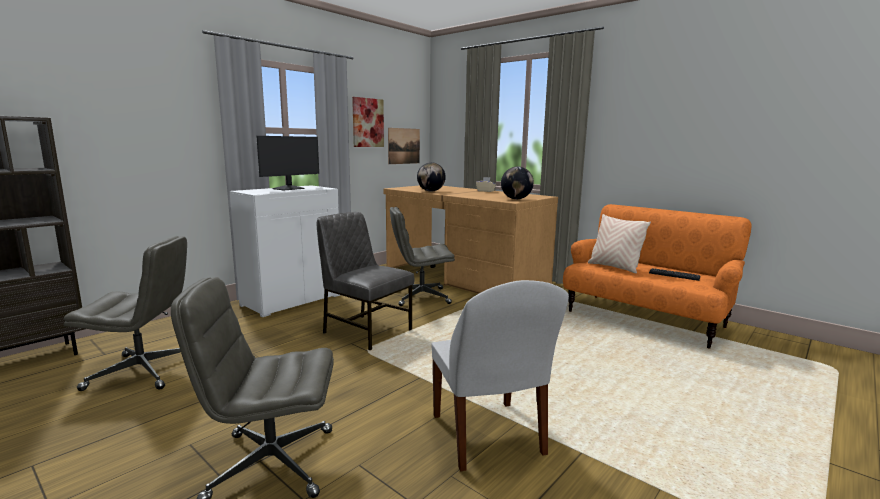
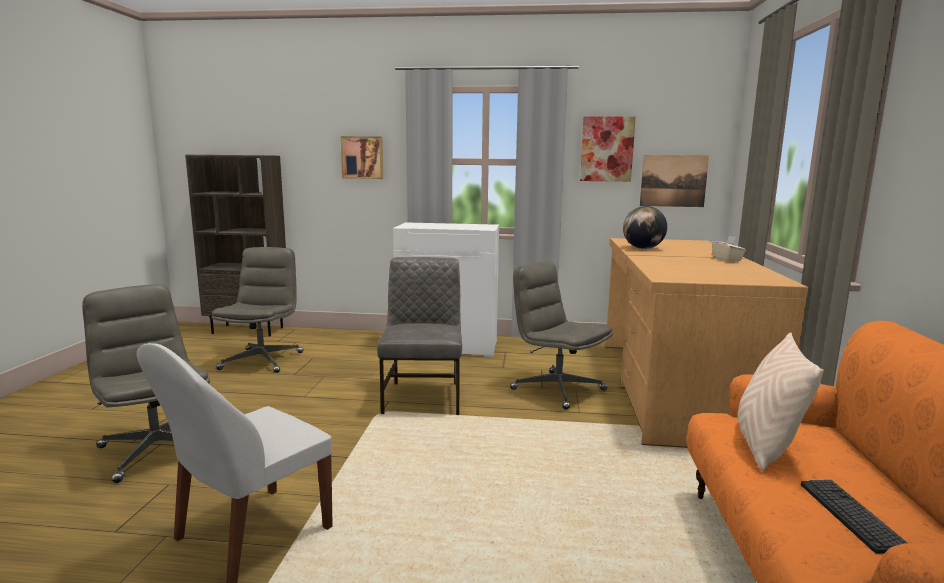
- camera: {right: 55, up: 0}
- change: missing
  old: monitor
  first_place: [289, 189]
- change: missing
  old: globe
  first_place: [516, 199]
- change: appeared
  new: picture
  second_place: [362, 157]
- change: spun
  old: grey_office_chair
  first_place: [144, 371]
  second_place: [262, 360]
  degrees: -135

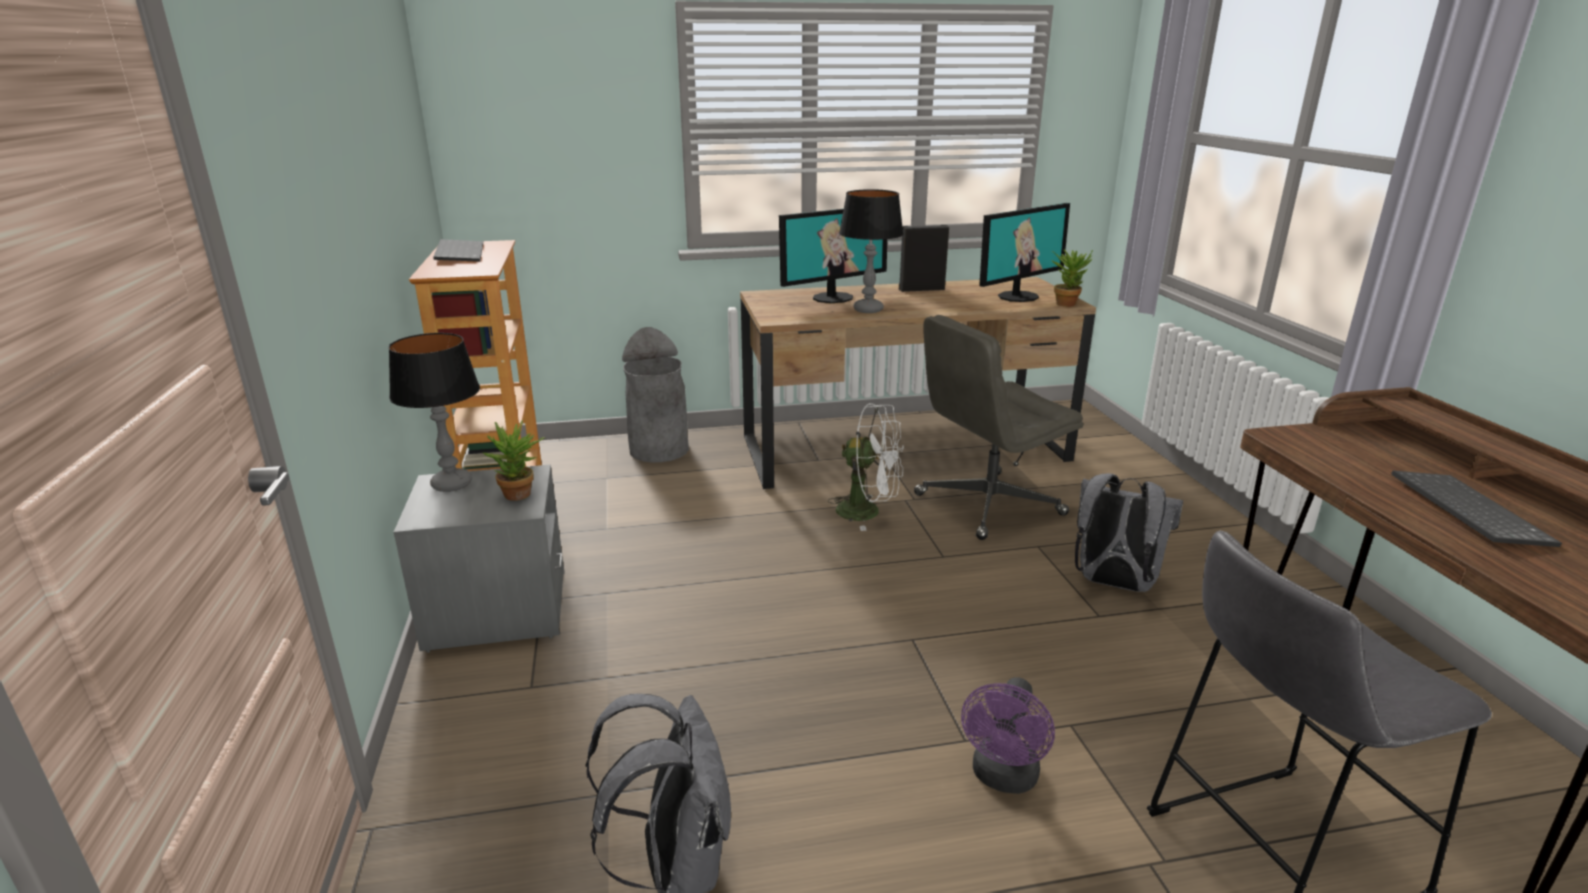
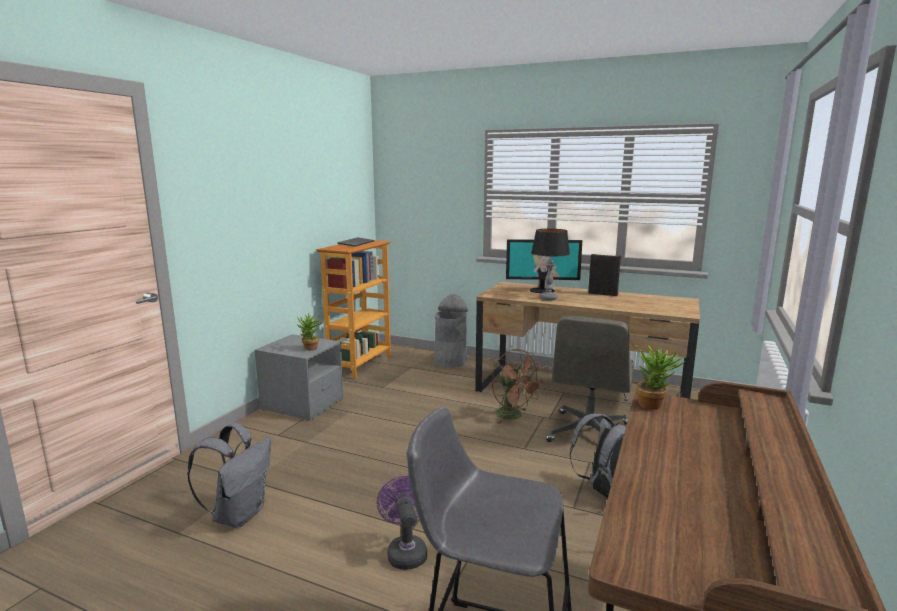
- camera: {right: 35, up: -10}
- change: missing
  old: table_lamp
  first_place: [452, 484]
- change: missing
  old: monitor
  first_place: [1017, 296]
- change: missing
  old: keyboard
  first_place: [1464, 510]
- change: relocated
  old: potted_plant
  first_place: [1067, 303]
  second_place: [653, 404]
- change: colour
  old: white_fan
  new: brown_fan
  first_place: [868, 512]
  second_place: [514, 416]
- change: spun
  old: grey_office_chair
  first_place: [987, 505]
  second_place: [589, 433]
  degrees: -75
- change: spun
  old: purple_fan
  first_place: [1003, 778]
  second_place: [405, 551]
  degrees: 105

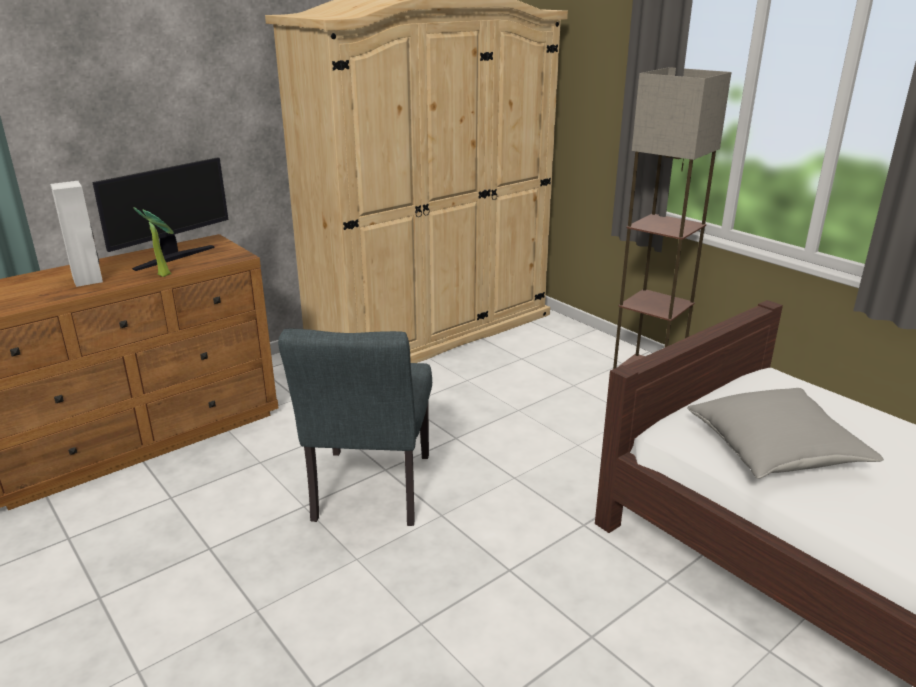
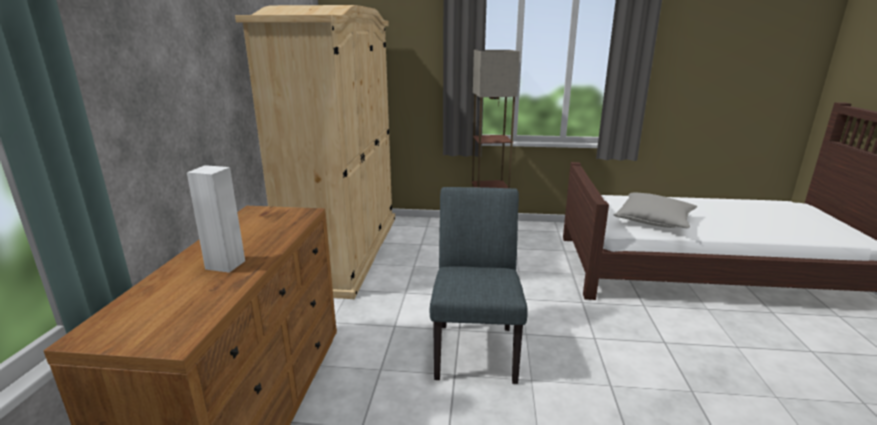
- camera: {right: -45, up: -5}
- change: missing
  old: monitor
  first_place: [173, 257]
- change: missing
  old: potted_plant
  first_place: [164, 274]
- change: spun
  old: grey_chair
  first_place: [369, 494]
  second_place: [475, 346]
  degrees: -135

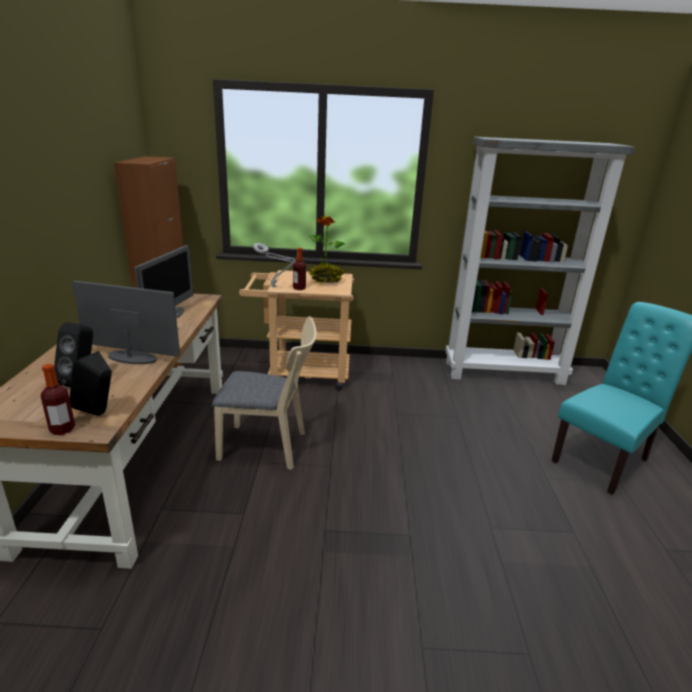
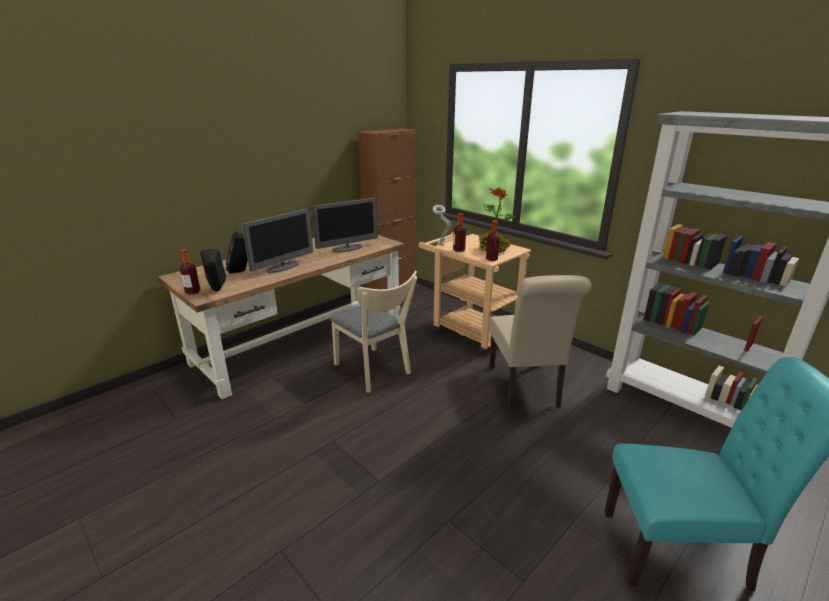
- camera: {right: 45, up: 0}
- change: appeared
  new: bottle
  second_place: [491, 259]
- change: appeared
  new: beige_chair
  second_place: [525, 389]
- change: spun
  old: monitor
  first_place: [132, 358]
  second_place: [283, 267]
  degrees: 75

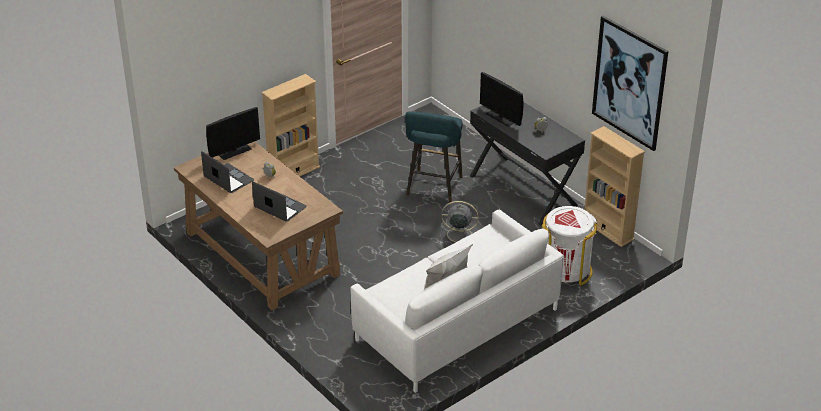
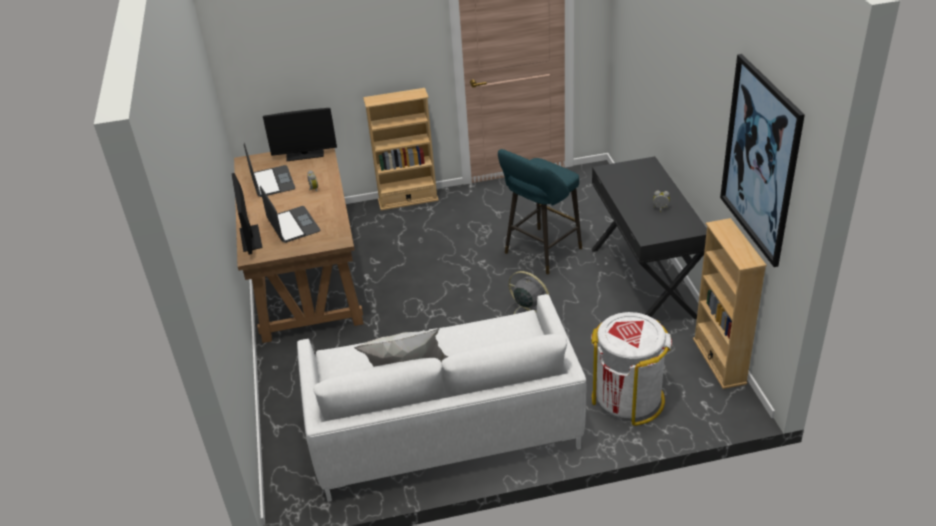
- camera: {right: 30, up: 0}
- change: relocated
  old: monitor
  first_place: [501, 117]
  second_place: [250, 238]

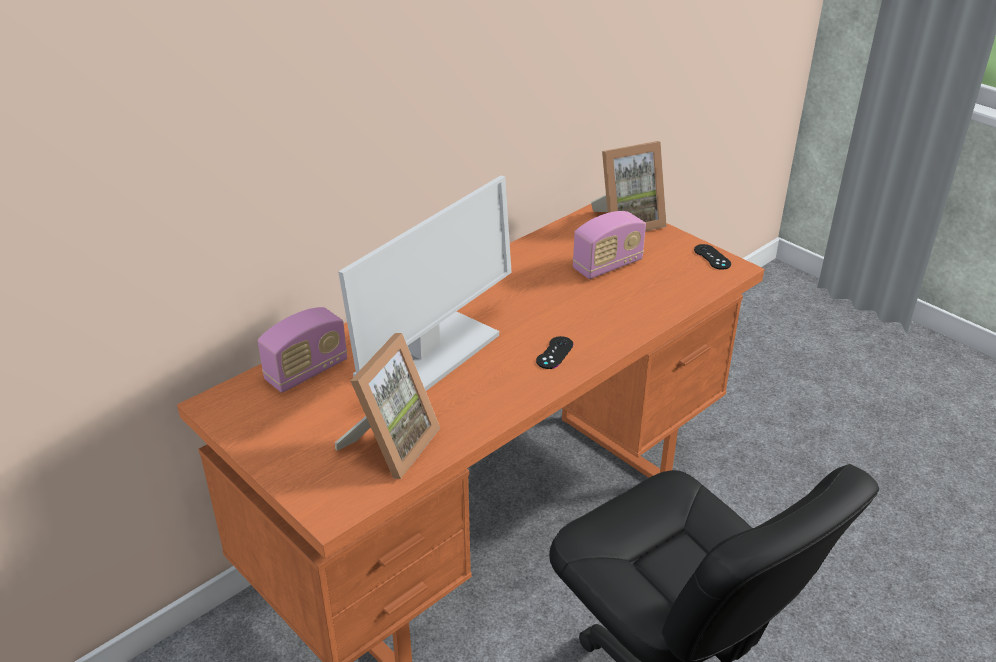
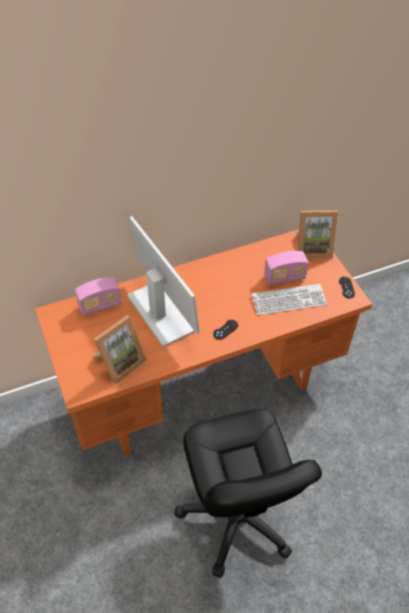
- camera: {right: 20, up: 15}
- change: appeared
  new: keyboard
  second_place: [289, 300]
- change: spun
  old: monitor
  first_place: [428, 357]
  second_place: [161, 314]
  degrees: -90

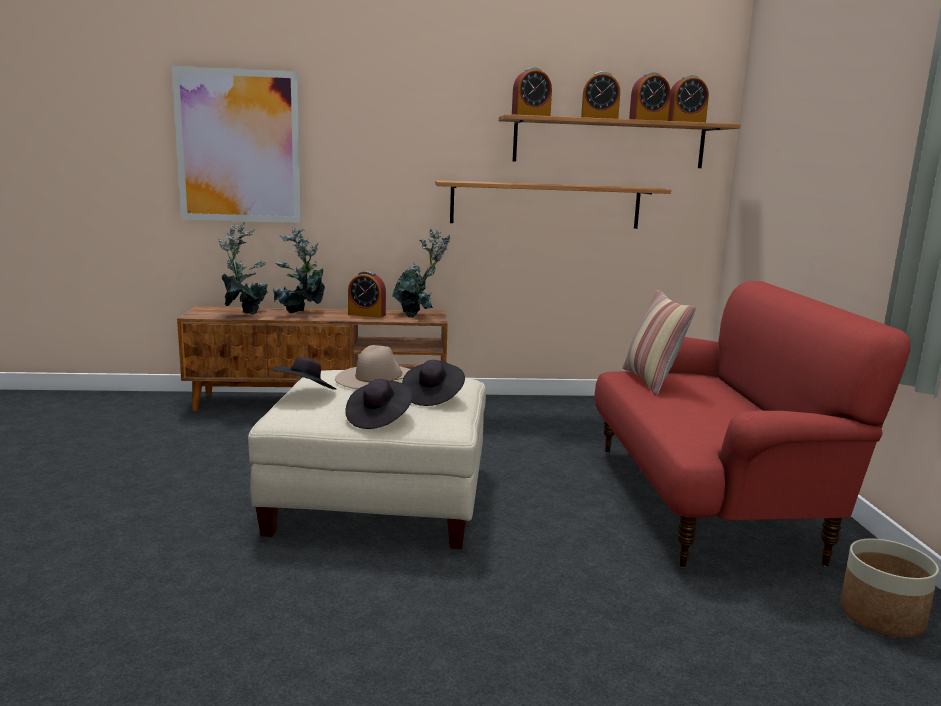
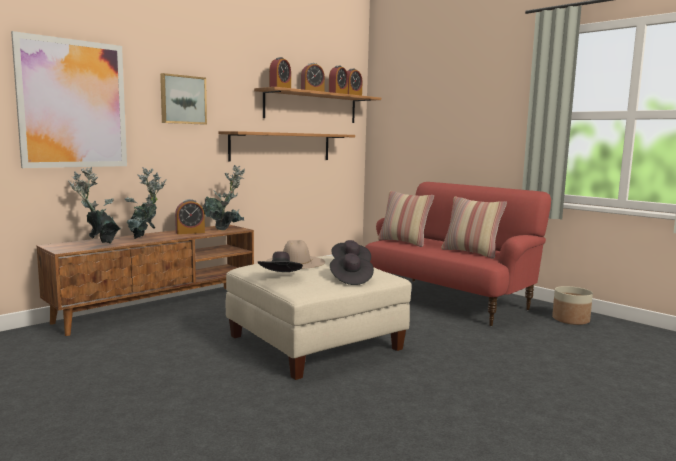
- camera: {right: -40, up: -5}
- change: appeared
  new: picture
  second_place: [182, 99]
- change: appeared
  new: pillow
  second_place: [471, 252]

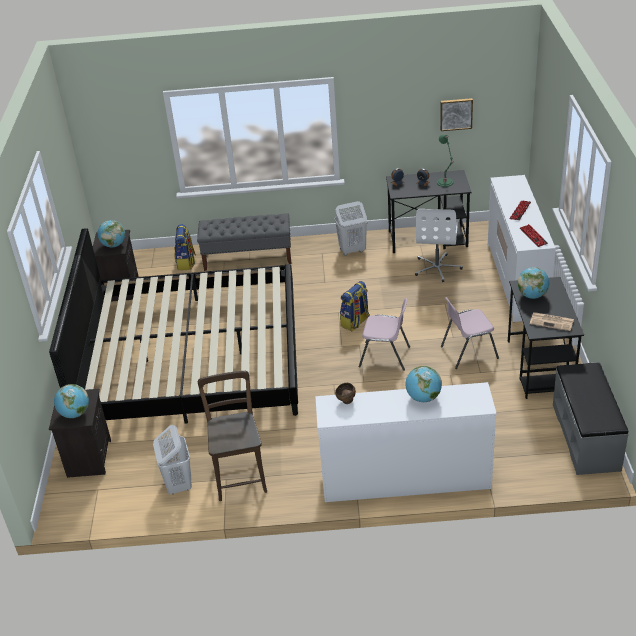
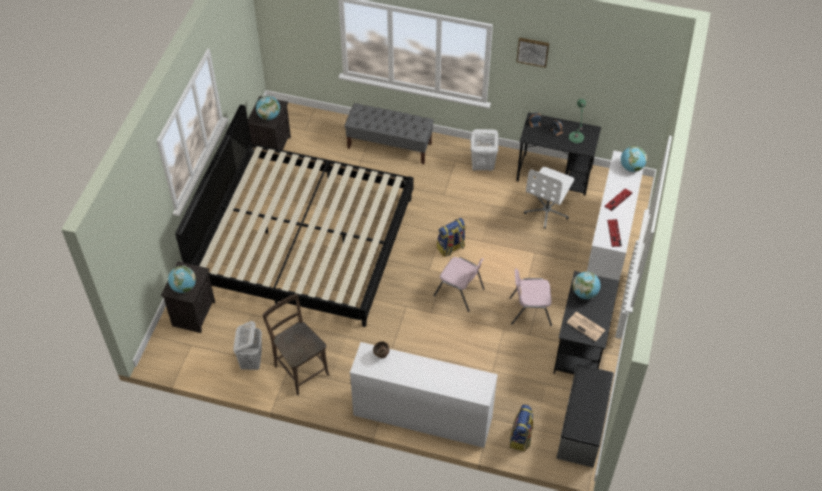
- camera: {right: 15, up: 15}
- change: relocated
  old: backpack
  first_place: [186, 263]
  second_place: [521, 438]
- change: relocated
  old: globe
  first_place: [423, 398]
  second_place: [631, 167]
- change: relocated
  old: picture
  first_place: [456, 114]
  second_place: [533, 51]
- change: spun
  old: brown_chair
  first_place: [239, 475]
  second_place: [300, 368]
  degrees: -45

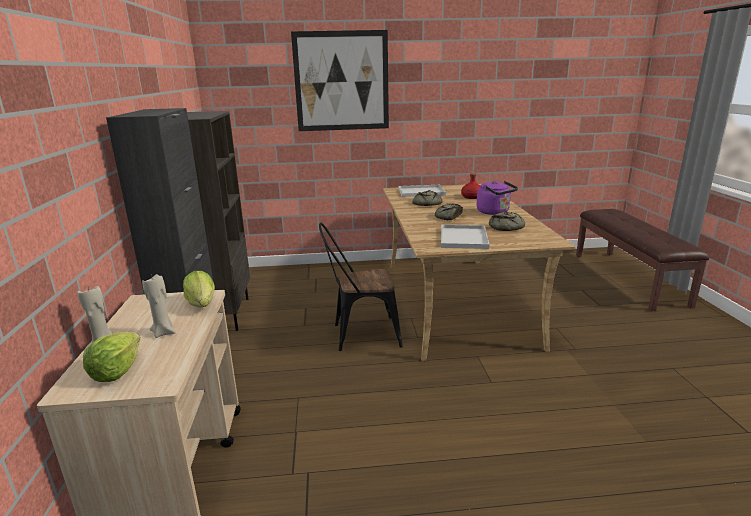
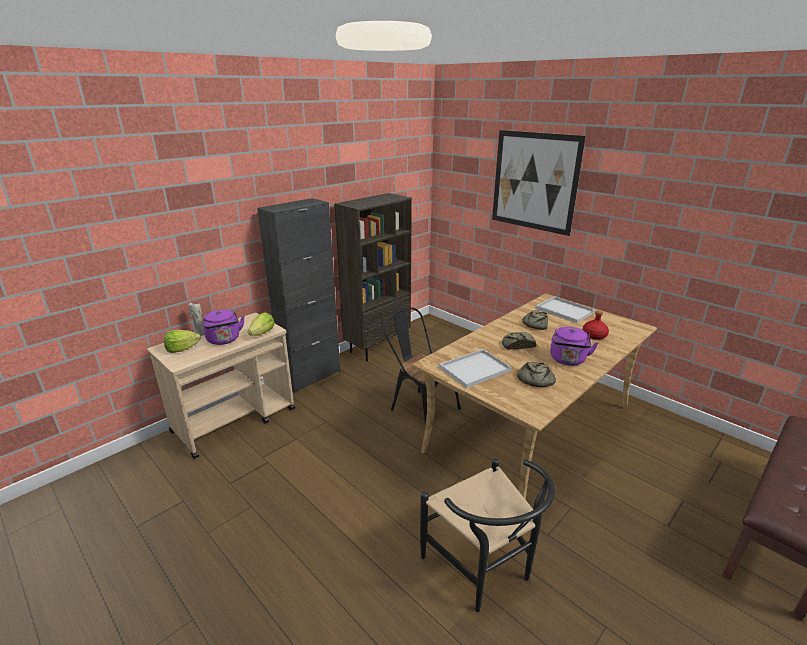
- camera: {right: 50, up: 5}
- change: appeared
  new: black_chair
  second_place: [483, 570]
- change: exchanged
  old: beige_candle
  new: purple_kettle
  first_place: [164, 332]
  second_place: [224, 340]

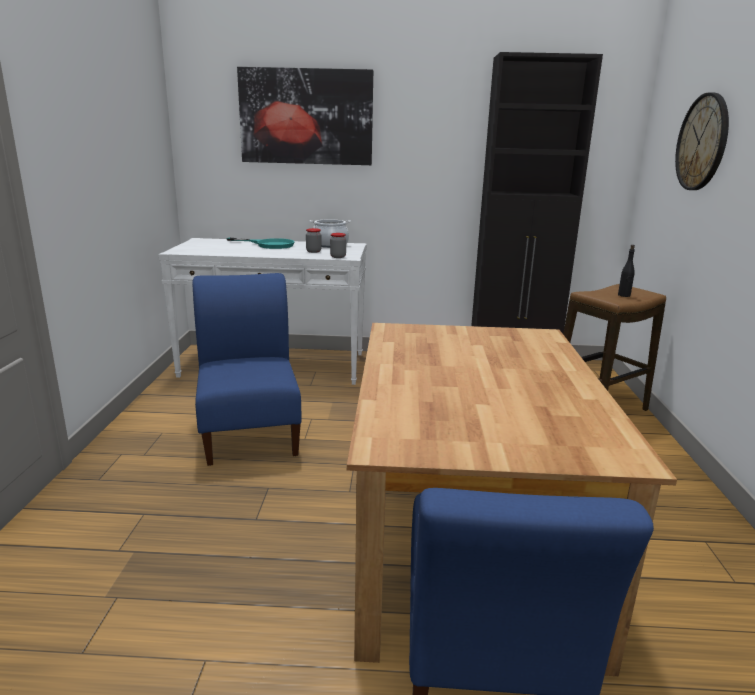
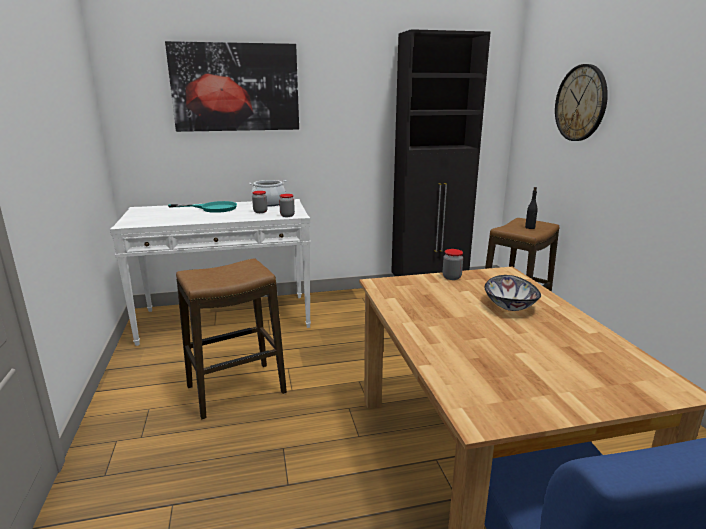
- camera: {right: -15, up: 0}
- change: appeared
  new: jar
  second_place: [451, 277]
- change: appeared
  new: bowl
  second_place: [509, 305]
- change: exchanged
  old: blue_chair
  new: stool
  first_place: [250, 430]
  second_place: [236, 390]

